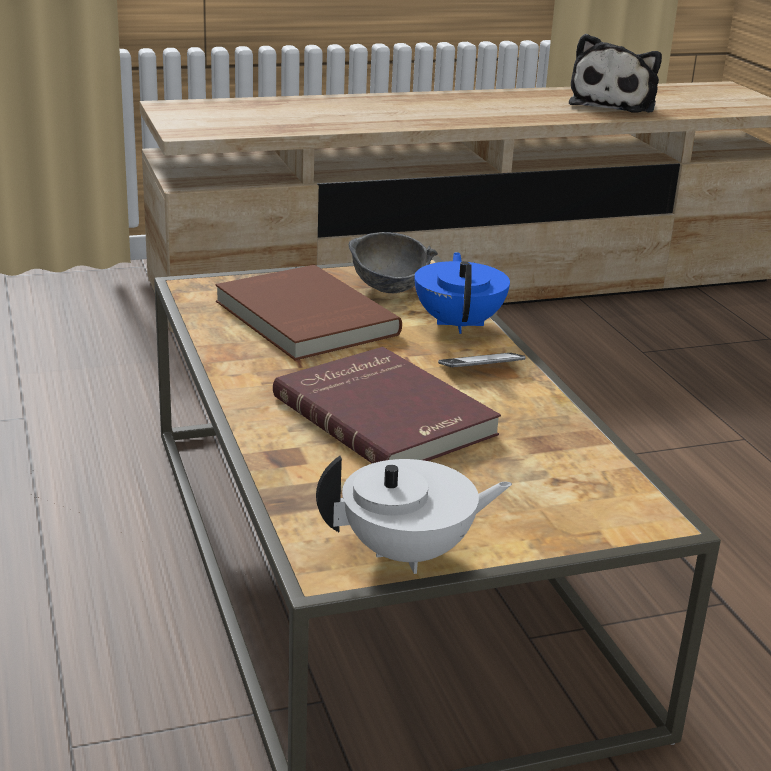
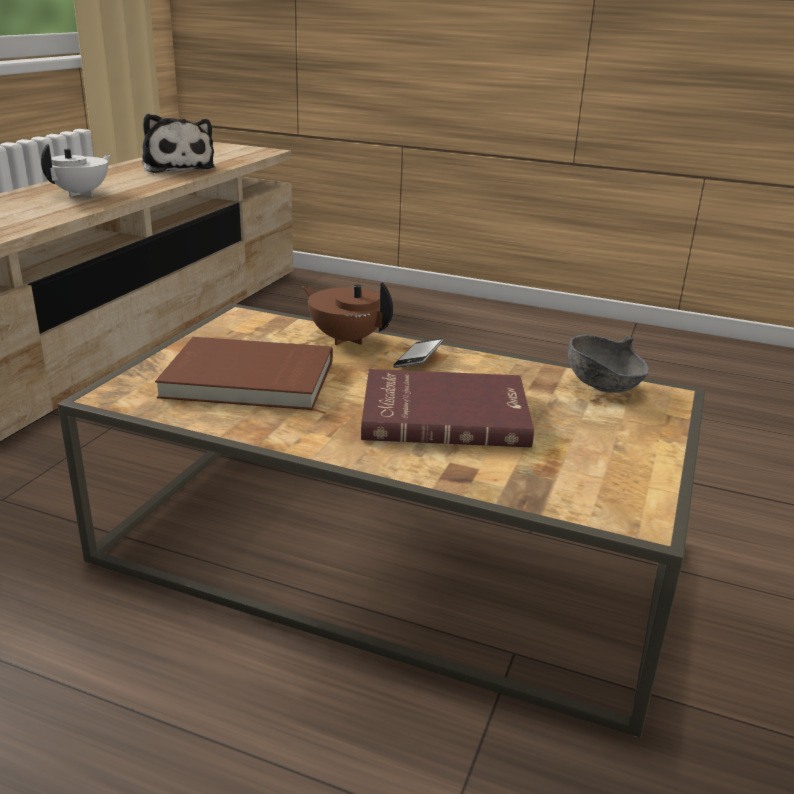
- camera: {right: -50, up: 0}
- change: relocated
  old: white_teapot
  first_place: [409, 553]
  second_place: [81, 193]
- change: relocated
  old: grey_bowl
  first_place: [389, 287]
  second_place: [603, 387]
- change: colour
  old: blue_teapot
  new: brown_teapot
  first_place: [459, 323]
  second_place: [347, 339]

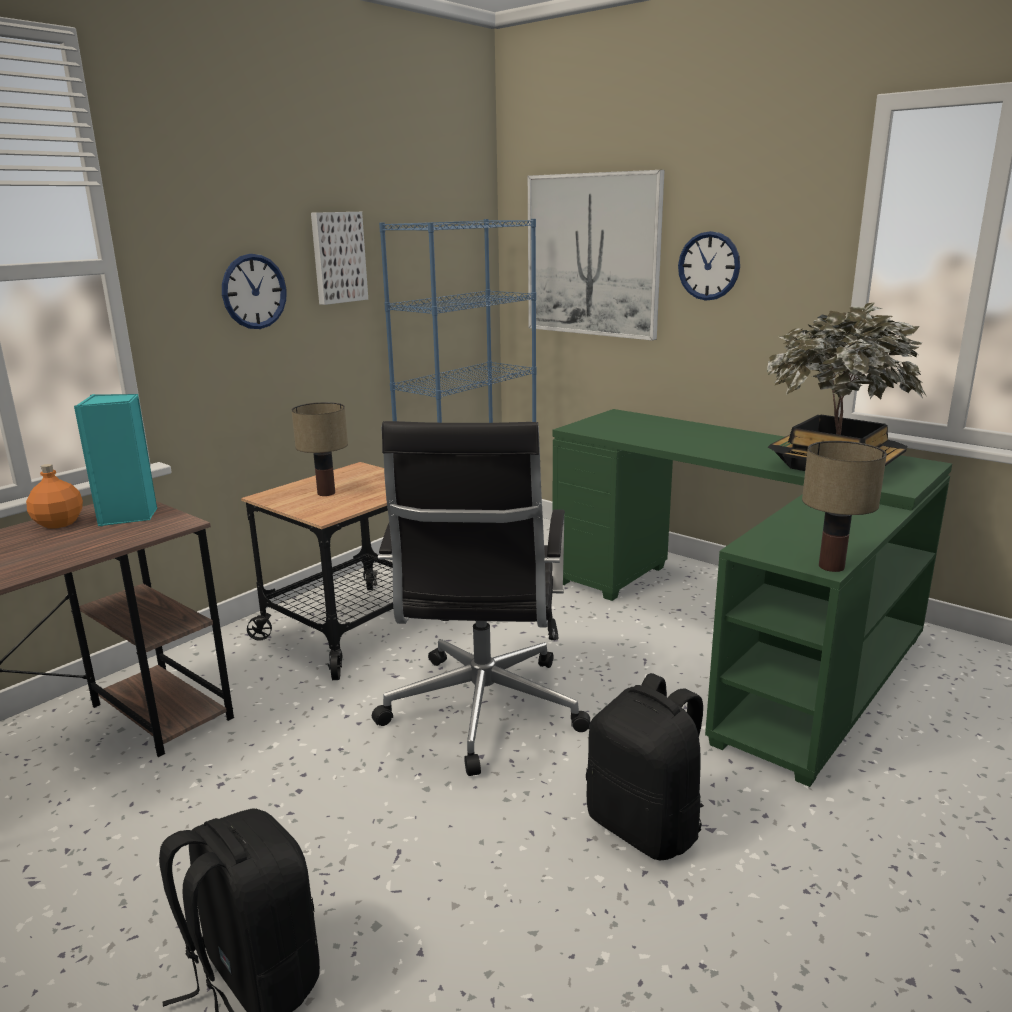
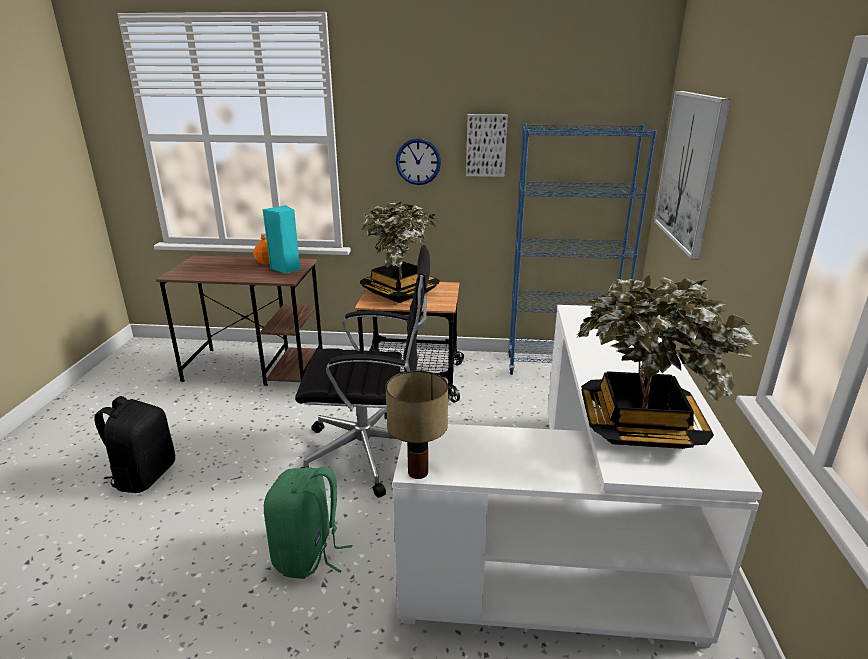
- camera: {right: 55, up: 5}
- change: missing
  old: wall_clock
  first_place: [709, 266]
- change: exchanged
  old: table_lamp
  new: potted_plant
  first_place: [327, 493]
  second_place: [400, 292]
- change: colour
  old: green_desk
  new: white_desk
  first_place: [740, 633]
  second_place: [581, 527]
- change: colour
  old: black_backpack
  new: green_backpack
  first_place: [646, 826]
  second_place: [308, 555]
- change: spun
  old: black_office_chair
  first_place: [482, 712]
  second_place: [370, 453]
  degrees: -150

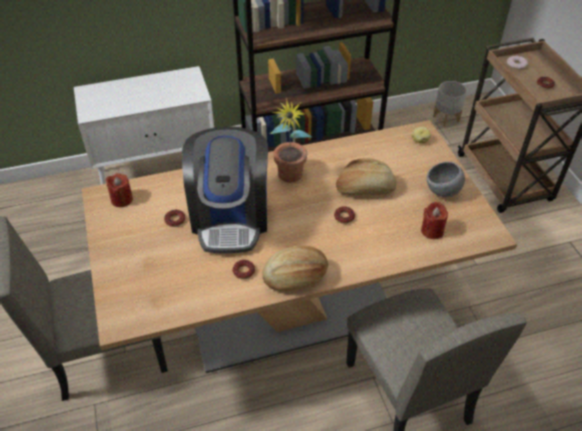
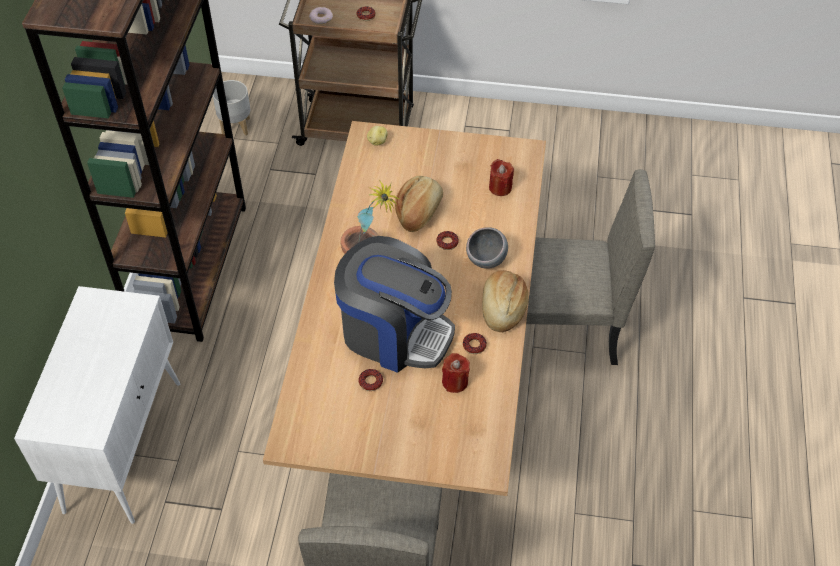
- camera: {right: -65, up: 5}
- change: relocated
  old: red_candle
  first_place: [122, 199]
  second_place: [455, 382]
- change: relocated
  old: grey_bowl
  first_place: [443, 192]
  second_place: [486, 260]

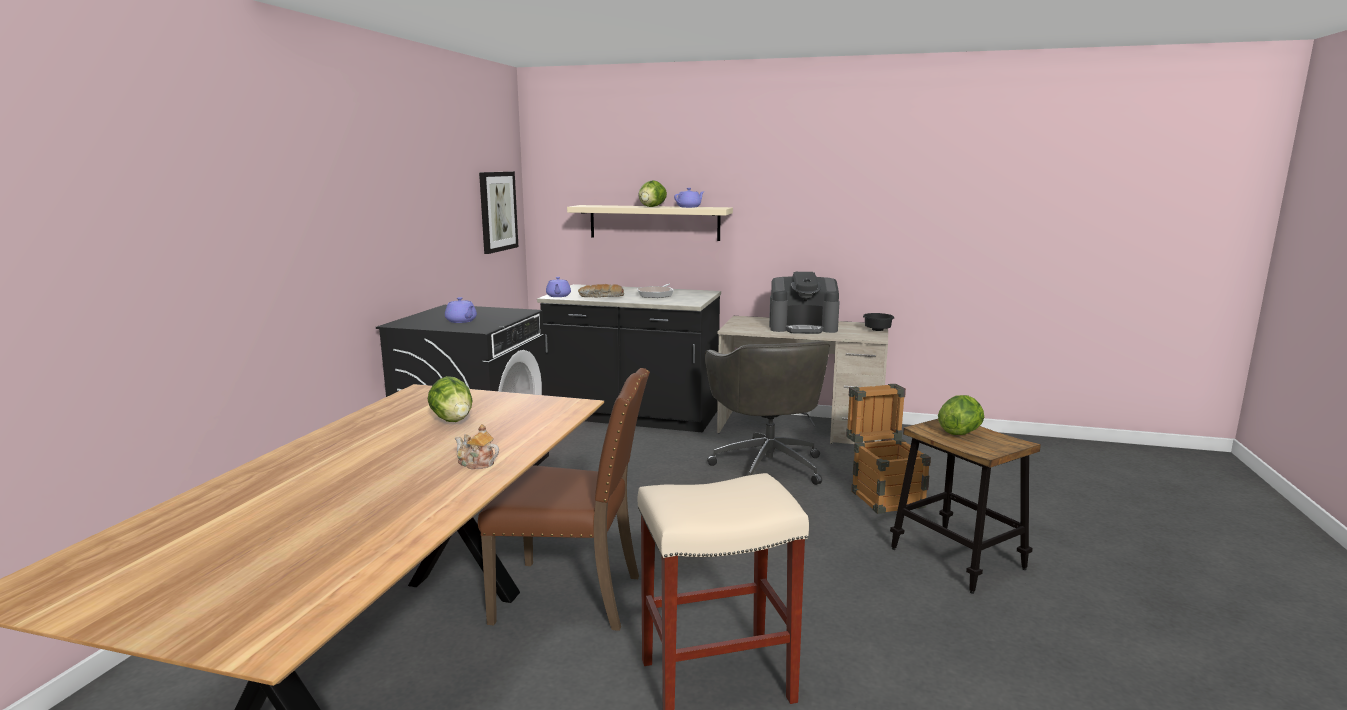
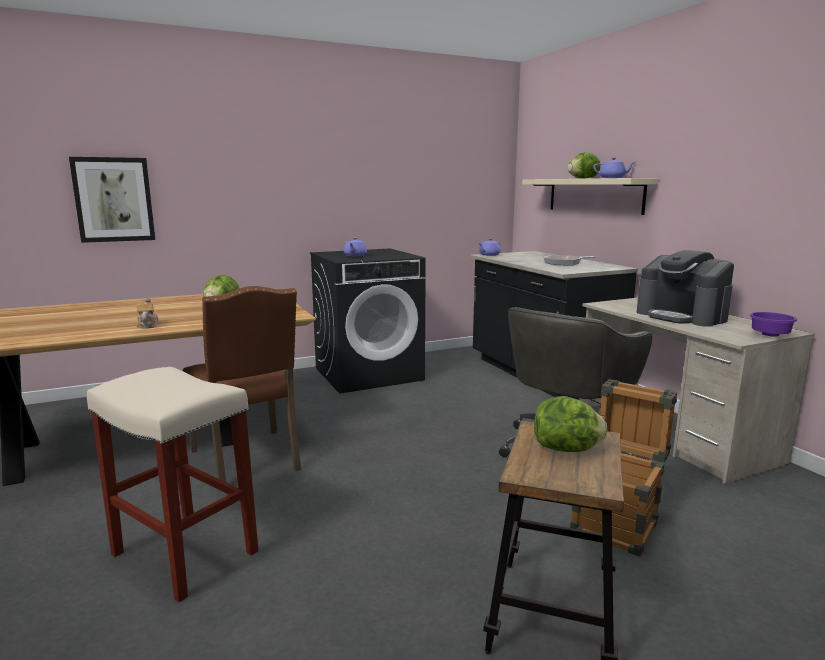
- camera: {right: 50, up: 0}
- change: missing
  old: bread
  first_place: [601, 297]
- change: relocated
  old: picture
  first_place: [497, 211]
  second_place: [114, 199]
- change: colour
  old: black_bowl
  new: purple_bowl
  first_place: [877, 330]
  second_place: [770, 335]

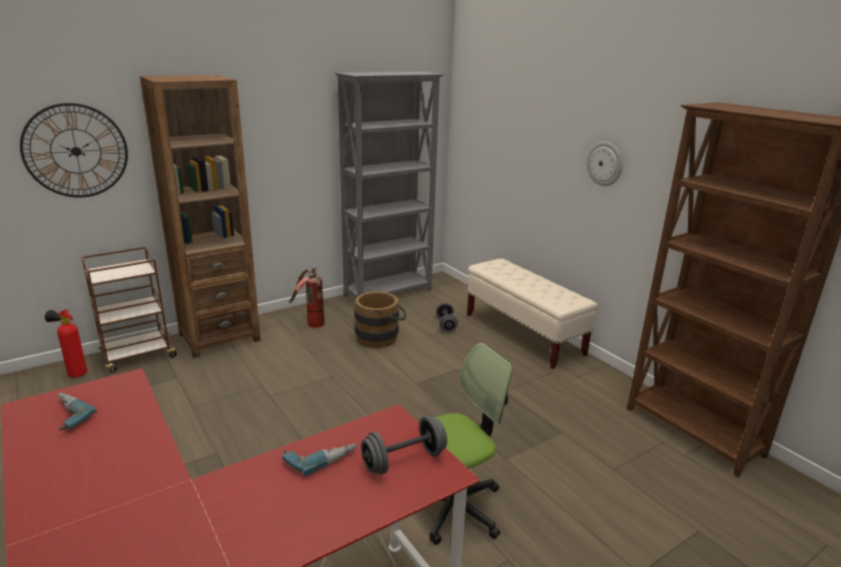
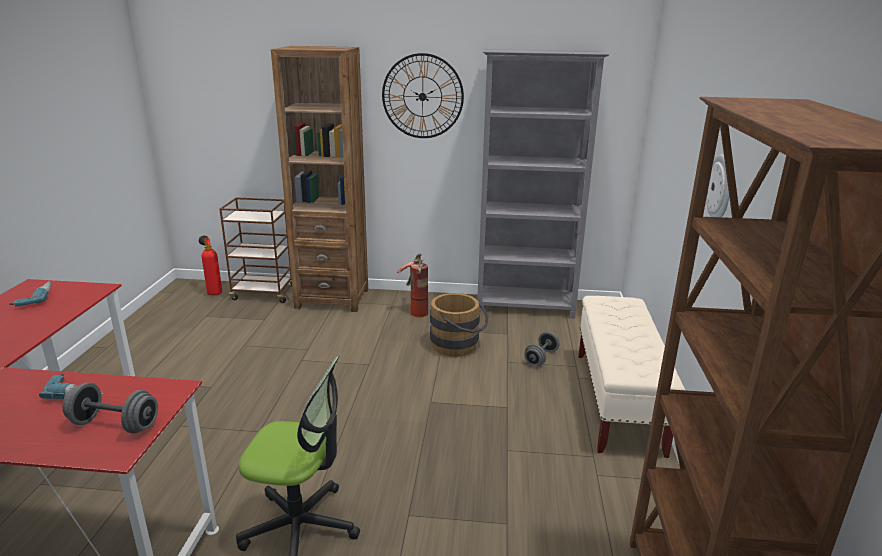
- camera: {right: 40, up: 0}
- change: relocated
  old: wall_clock
  first_place: [76, 151]
  second_place: [422, 96]

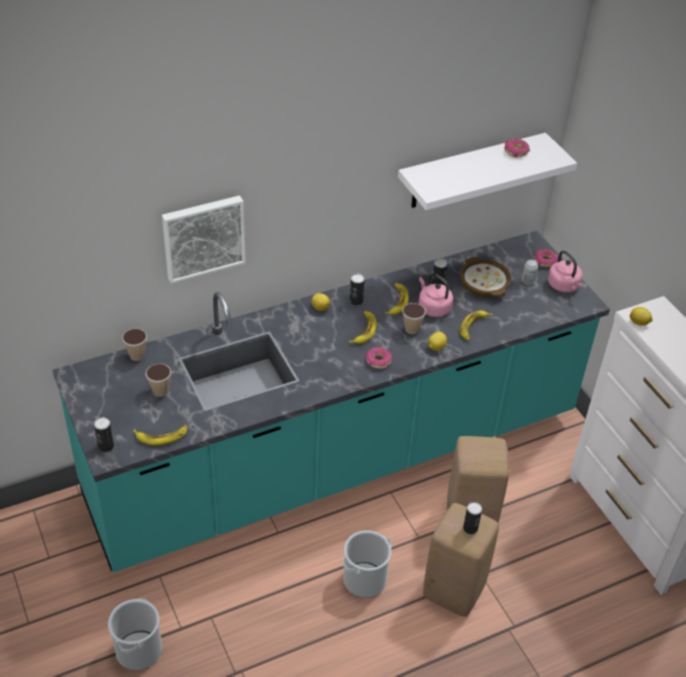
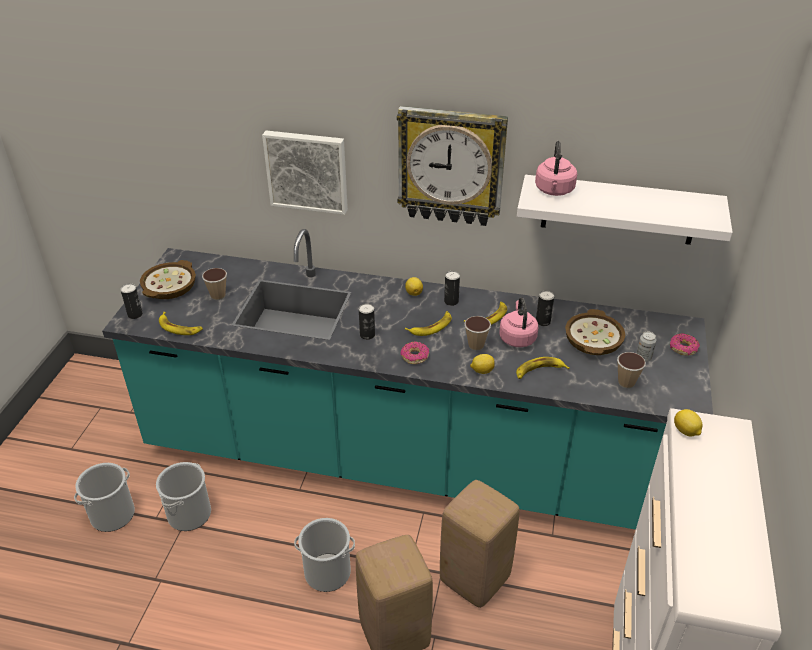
- camera: {right: 40, up: -5}
- change: missing
  old: donut
  first_place: [516, 151]
- change: appeared
  new: bowl
  second_place: [170, 286]
- change: appeared
  new: bucket
  second_place: [189, 514]
- change: appeared
  new: wall_clock
  second_place: [451, 166]
- change: relocated
  old: cup
  first_place: [137, 355]
  second_place: [626, 383]
- change: relocated
  old: can
  first_place: [470, 528]
  second_place: [367, 335]
- change: relocated
  old: pink_kettle
  first_place: [564, 286]
  second_place: [554, 191]

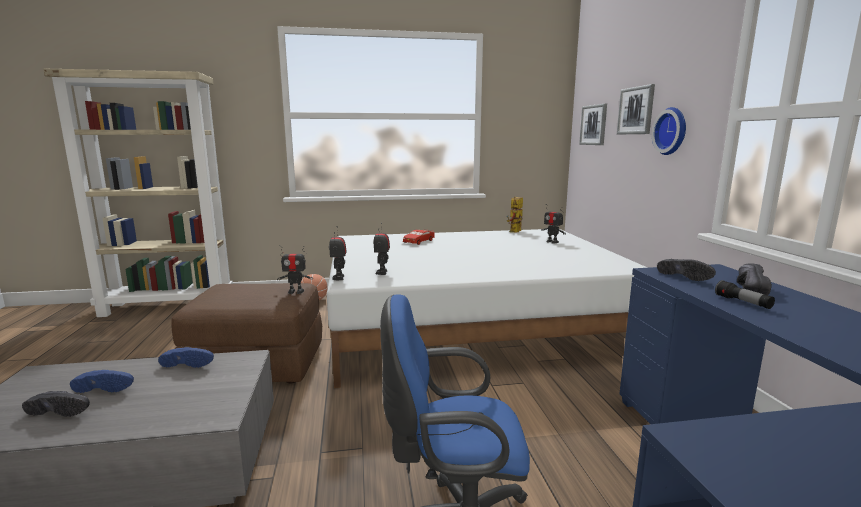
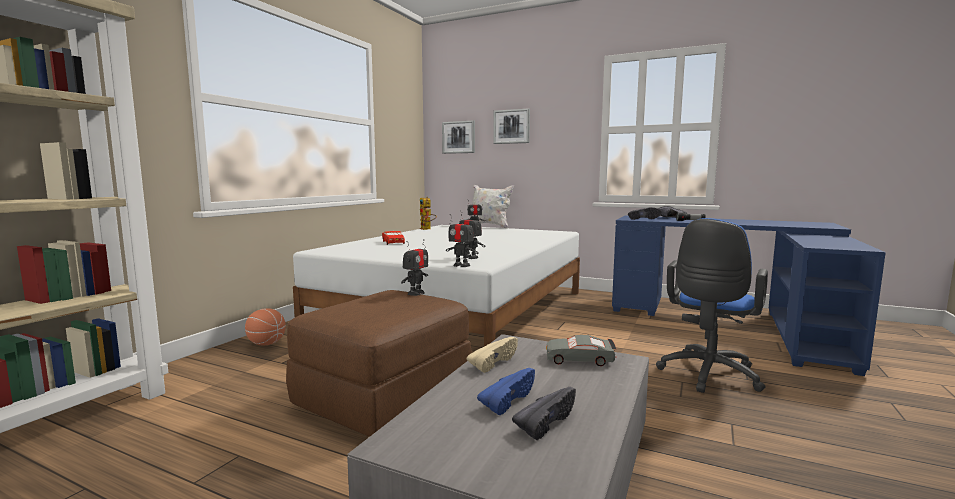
- camera: {right: -55, up: -5}
- change: missing
  old: wall_clock
  first_place: [672, 131]
- change: appeared
  new: white_pillow
  second_place: [489, 226]
- change: appeared
  new: grey_toy_car
  second_place: [579, 359]
- change: colour
  old: blue_shoe
  new: beige_shoe
  first_place: [189, 363]
  second_place: [492, 362]

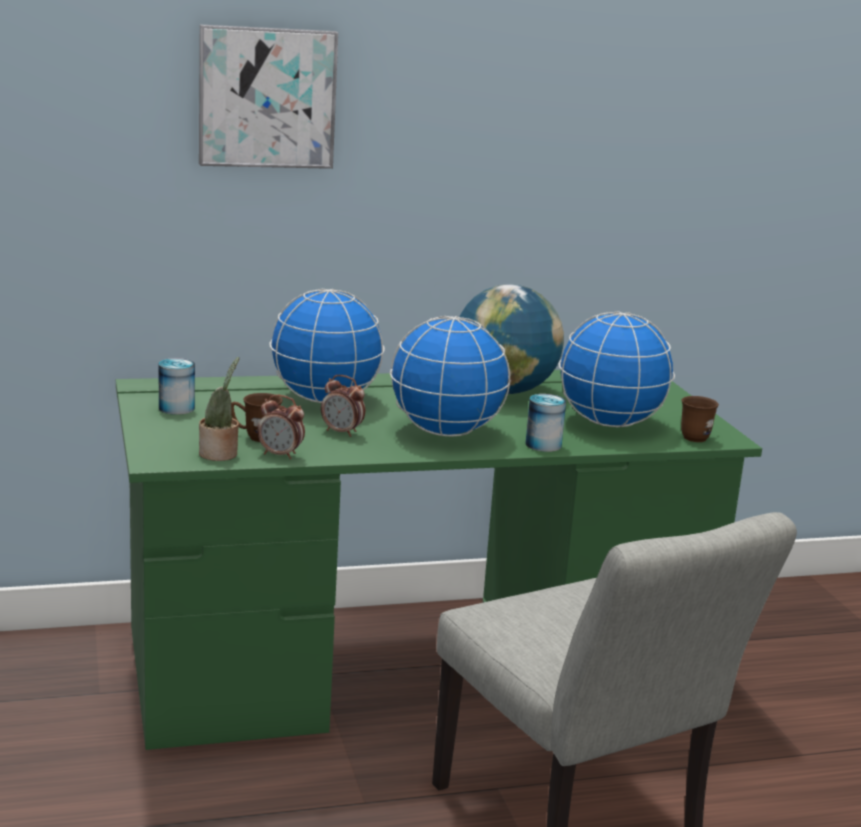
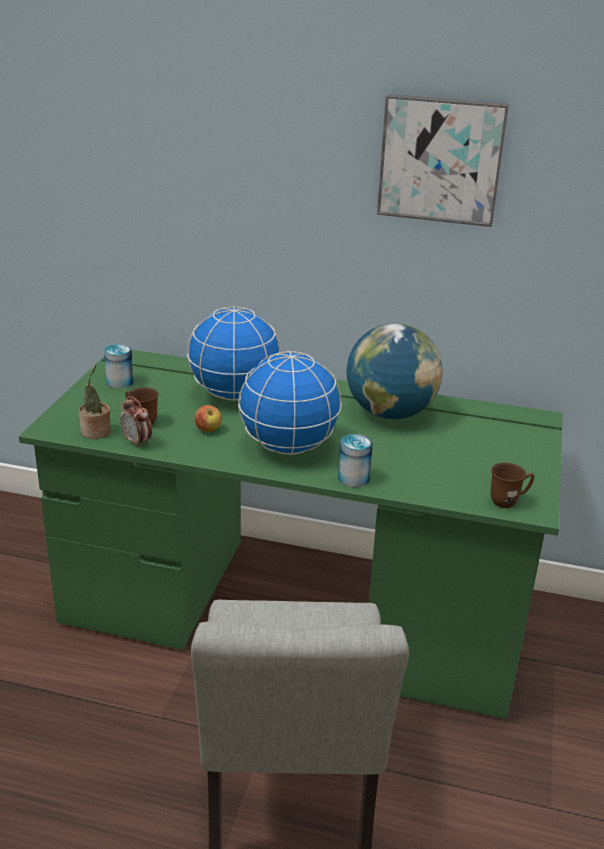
- camera: {right: 30, up: 10}
- change: missing
  old: globe
  first_place: [609, 423]
- change: relocated
  old: picture
  first_place: [266, 97]
  second_place: [441, 159]
- change: exchanged
  old: alarm_clock
  new: apple
  first_place: [342, 432]
  second_place: [208, 430]

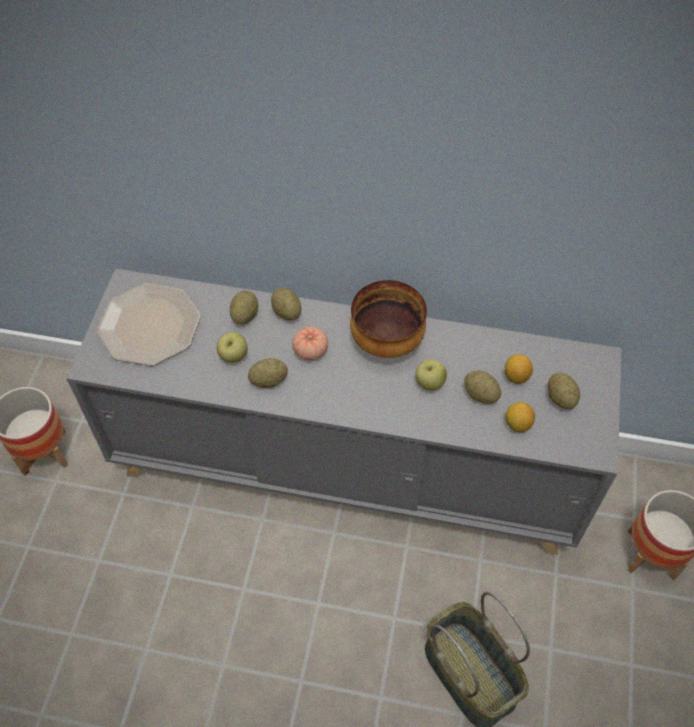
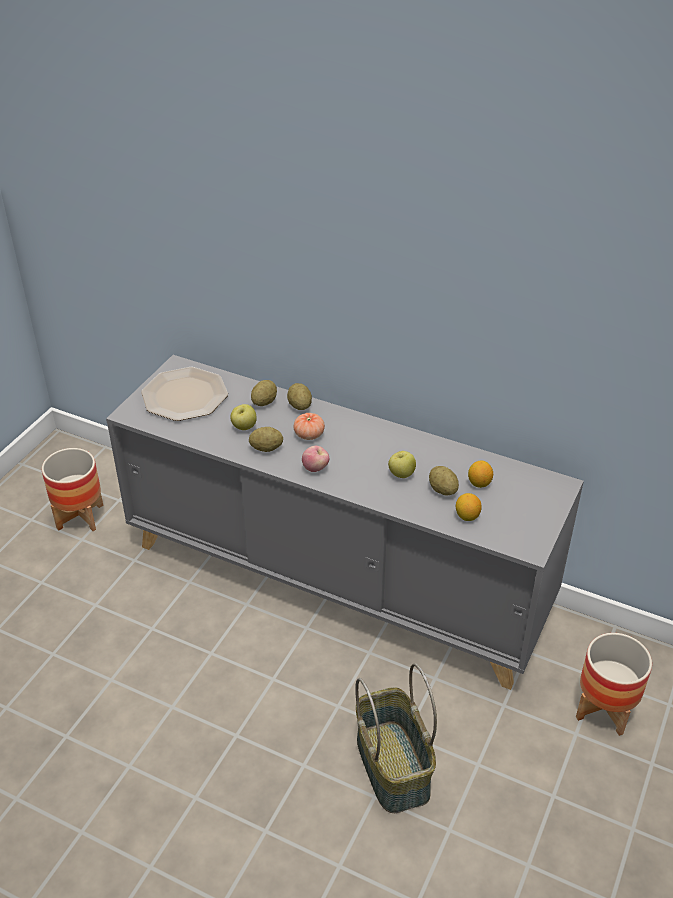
- camera: {right: 15, up: -15}
- change: missing
  old: bowl
  first_place: [385, 341]
- change: missing
  old: potato
  first_place: [560, 398]
- change: appeared
  new: apple
  second_place: [315, 468]

